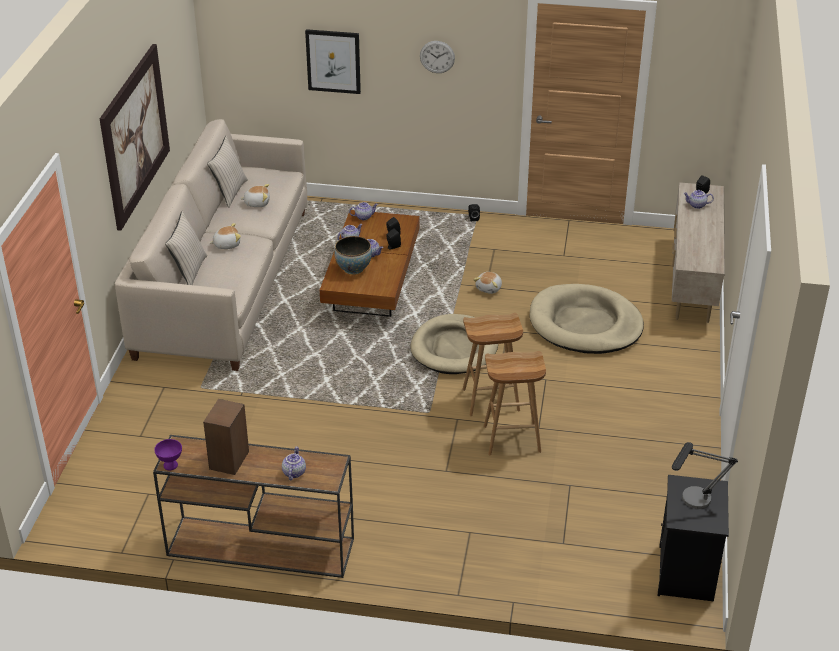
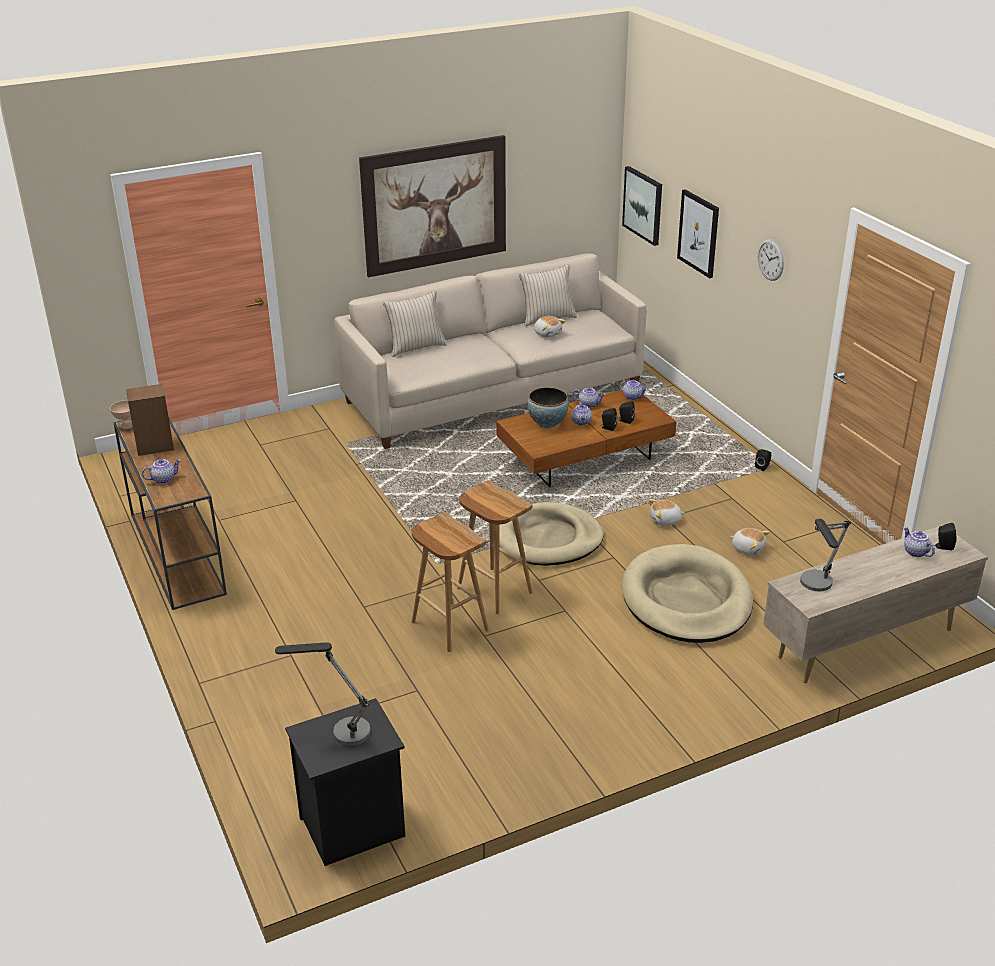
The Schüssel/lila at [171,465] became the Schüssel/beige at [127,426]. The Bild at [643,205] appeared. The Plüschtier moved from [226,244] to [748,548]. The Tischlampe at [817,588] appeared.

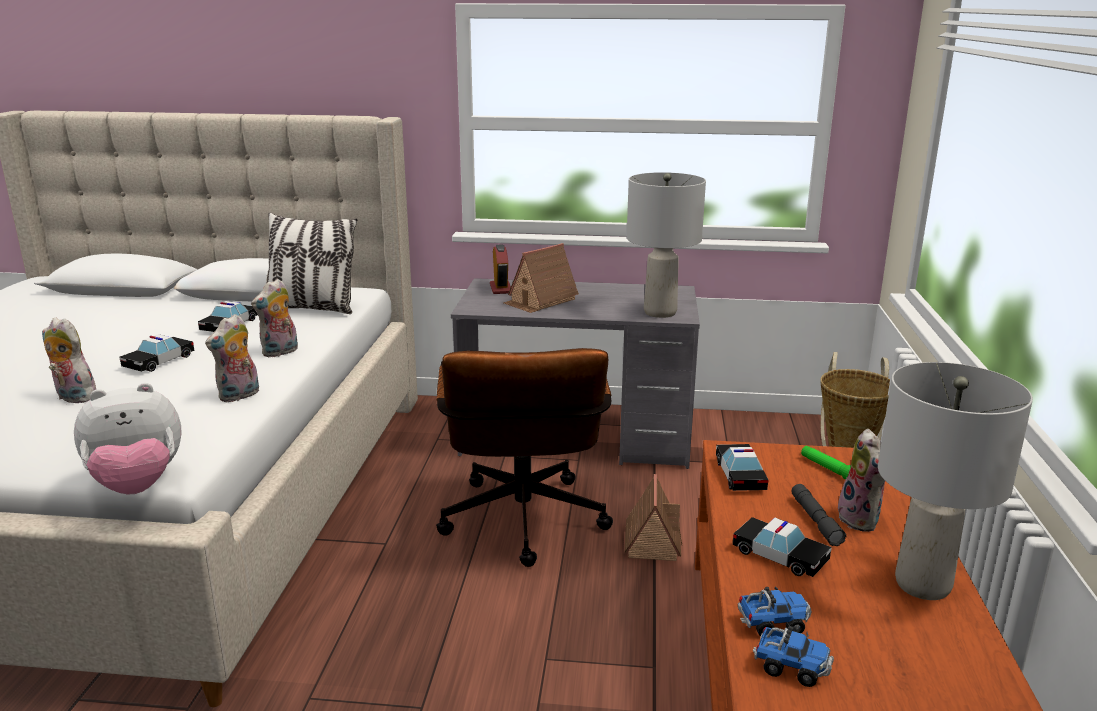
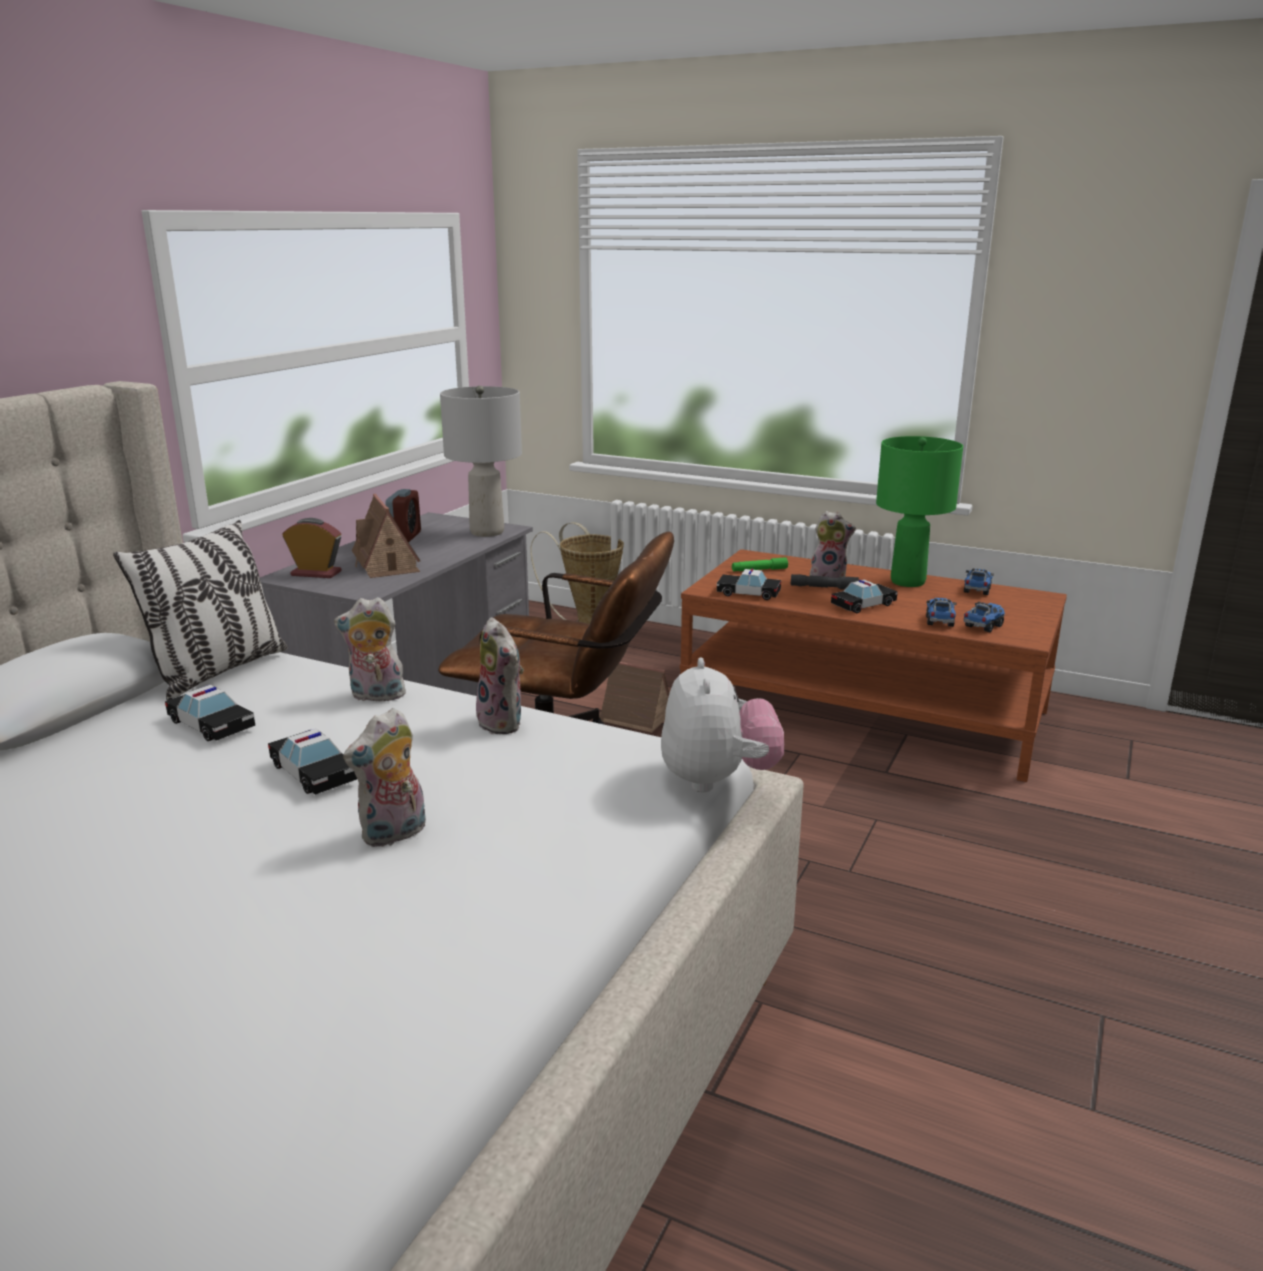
The Plüschtier at [280,352] turned 120 degrees clockwise. The Wecker at [405,537] appeared. The Tischlampe/grau at [923,585] became the Tischlampe/grün at [908,582]. The Spielzeuglaster at [977,590] appeared.

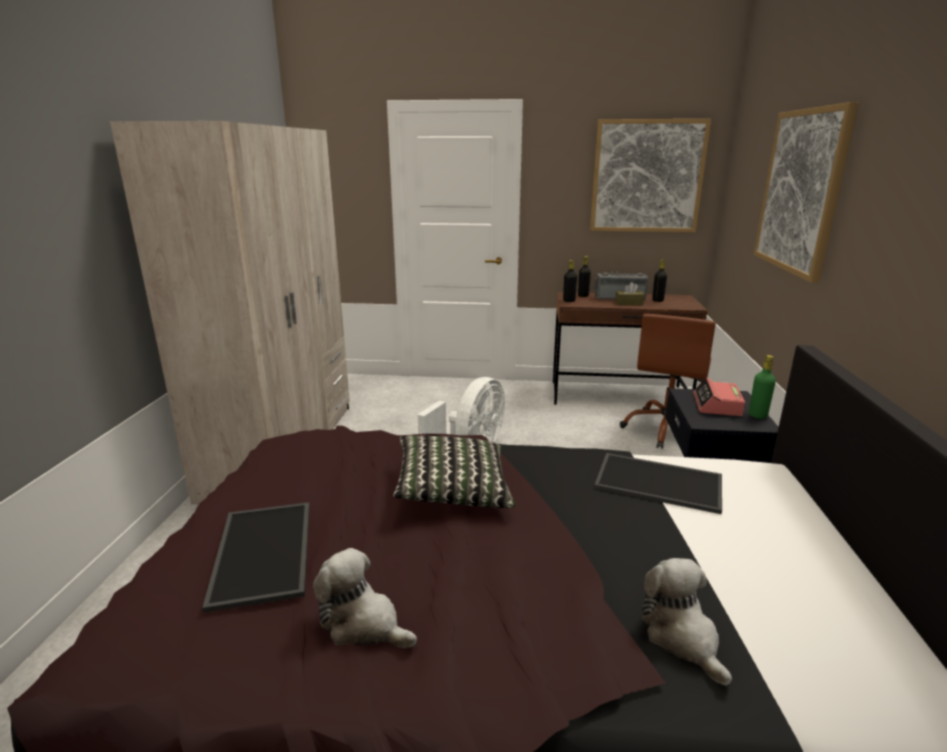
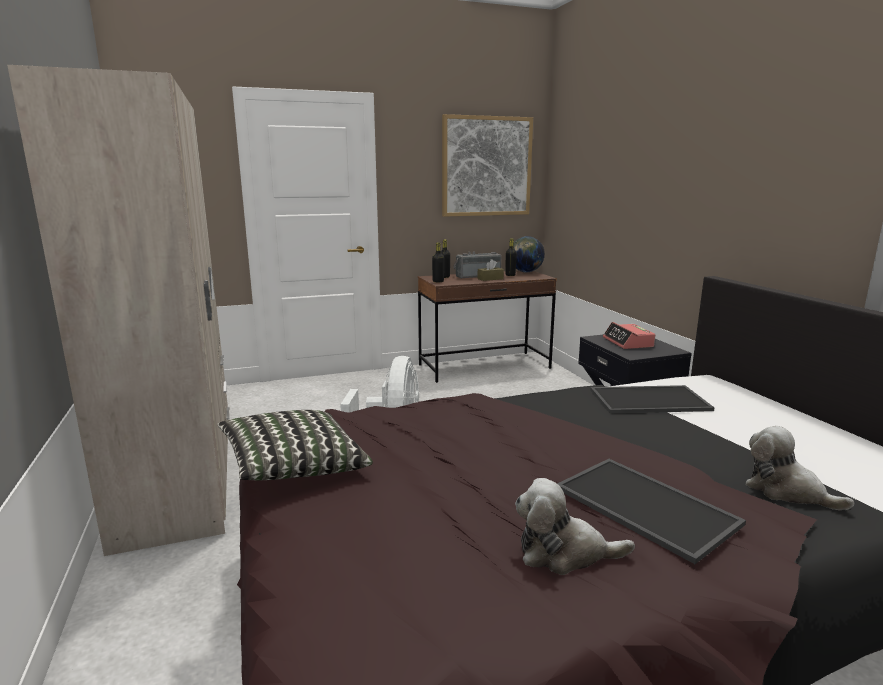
The Kissen moved from [453,490] to [294,467]. The Globus at [525,272] appeared. The Tablett moved from [265,553] to [648,506]. The Bürostuhl/braun at [666,429] disappeared. The Flasche/grün at [757,415] disappeared. The Bild at [801,191] disappeared.

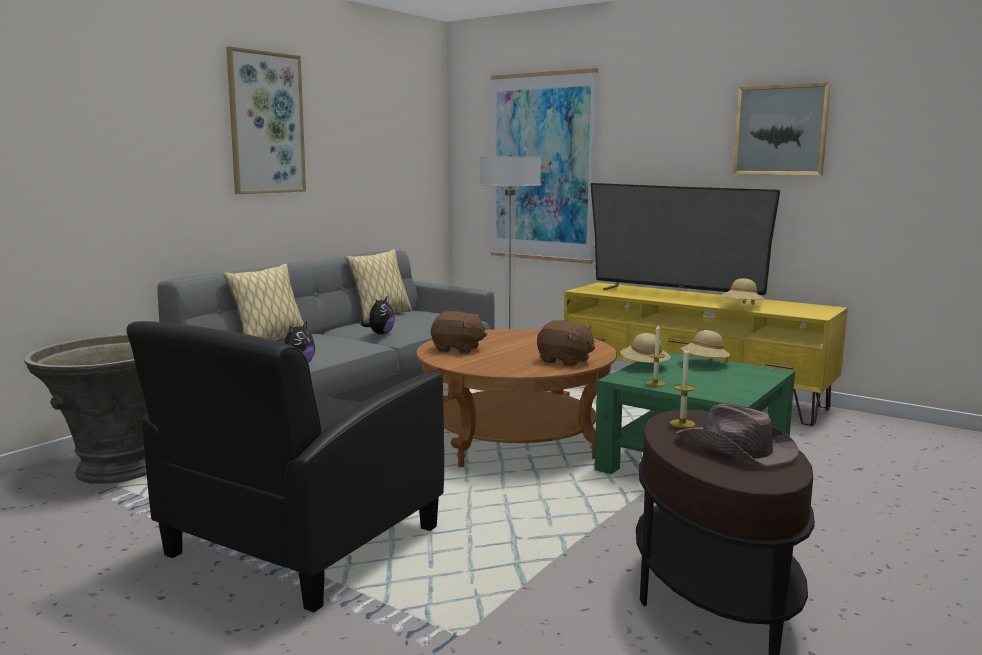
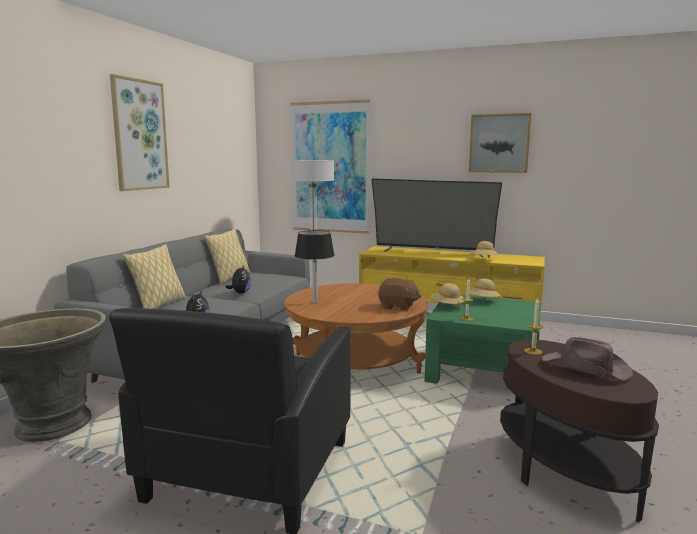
The Plüschtier/braun at [458,349] was replaced by the Tischlampe/schwarz at [315,303].

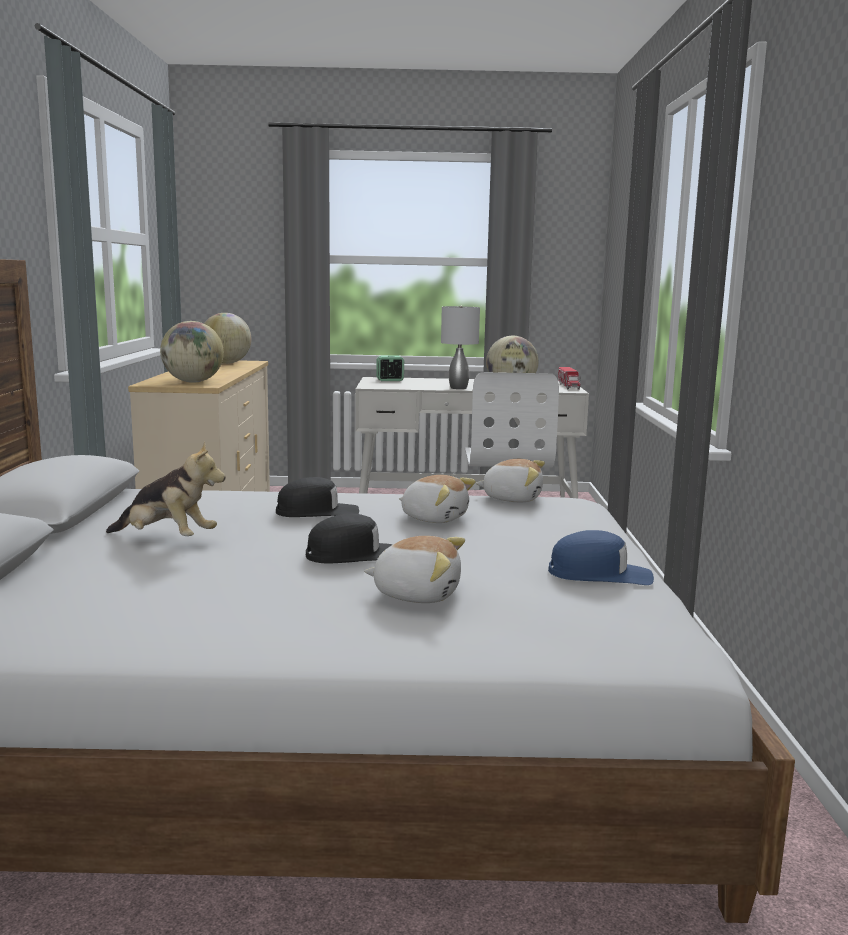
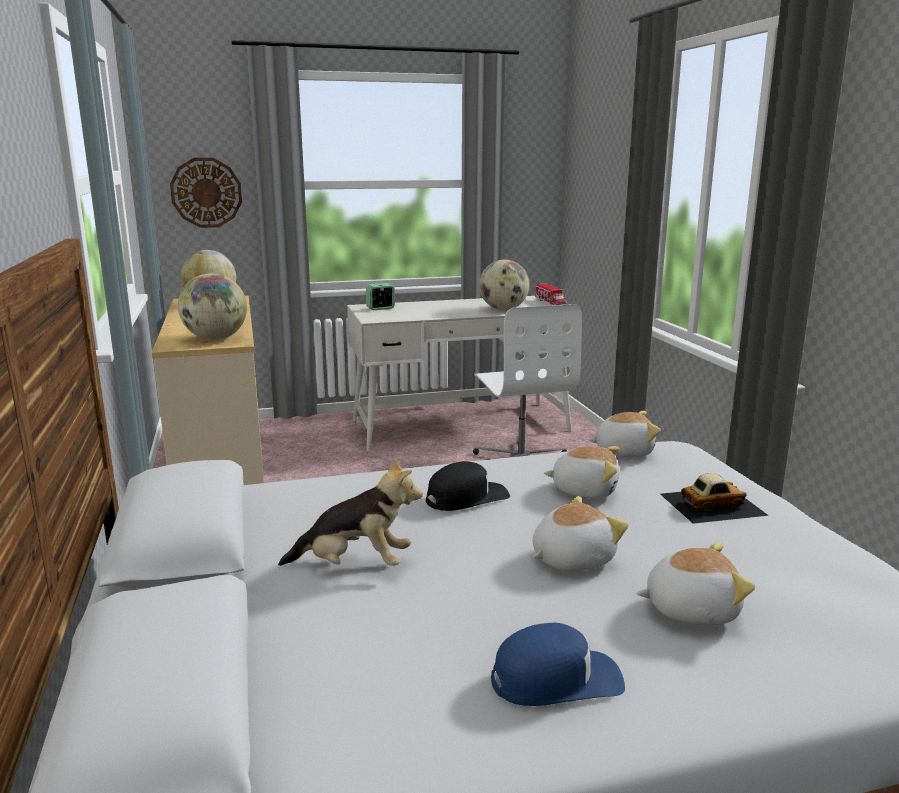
The Wanduhr at [206,192] appeared. The Kappe/blau moved from [600,574] to [556,679]. The Kappe/schwarz at [355,555] was replaced by the Plüschtier at [571,559]. The Spielzeugauto at [711,504] appeared. The Tischlampe/grau at [458,388] disappeared.

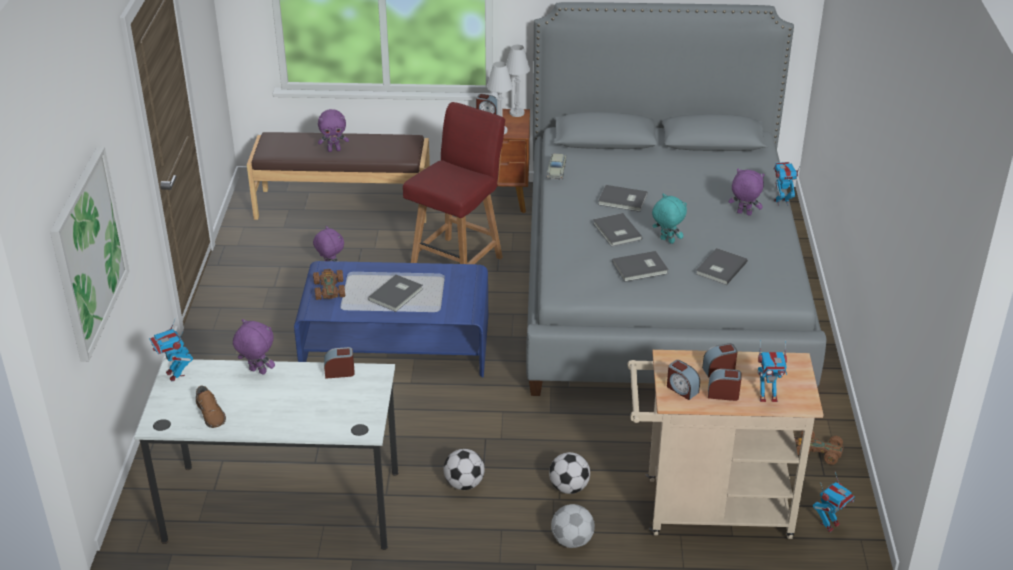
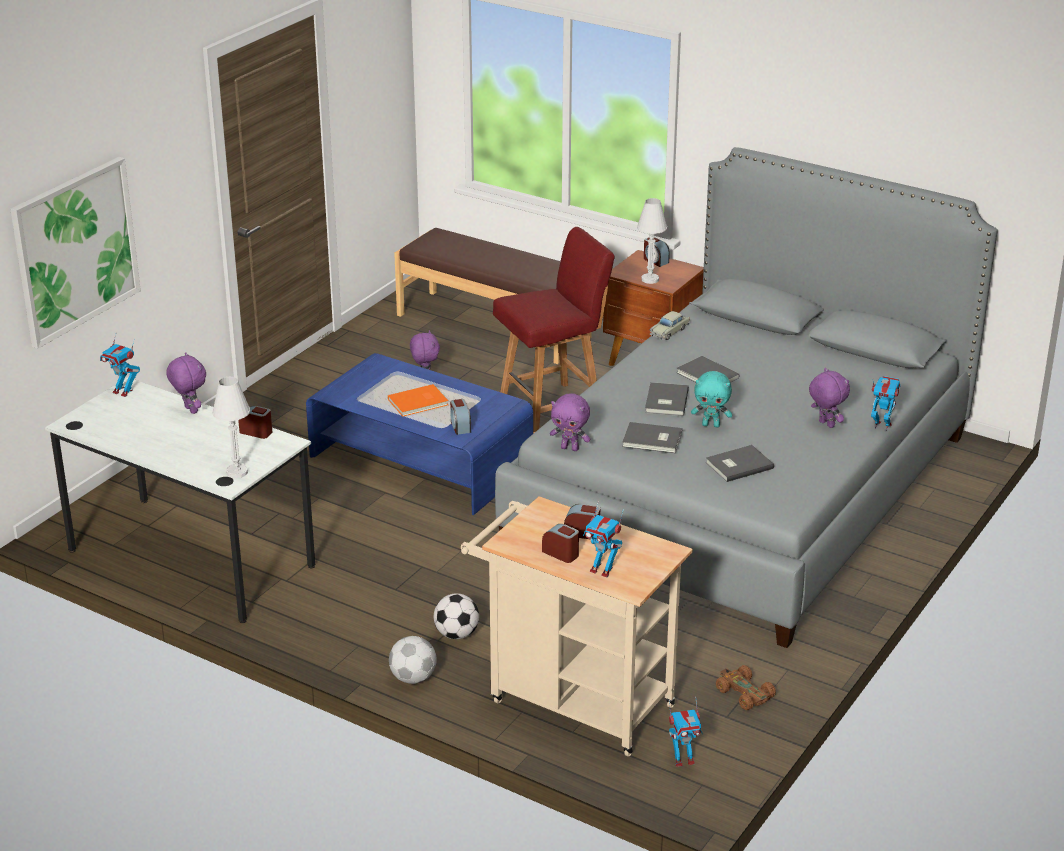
The Spielzeugroboter at [175,374] turned 60 degrees counterclockwise. The Tischlampe/weiß moved from [517,113] to [237,472]. The Buch/grau at [397,294] became the Buch/orange at [419,402]. The Wecker moved from [681,389] to [460,426]. The Plüschtier/lila moved from [334,150] to [570,448]. The Plüschtier/türkis at [666,241] turned 120 degrees clockwise. The Schuh/braun at [211,413] disappeared. The Spielzeugauto/braun at [329,289] disappeared. The Fußball at [464,484] disappeared.

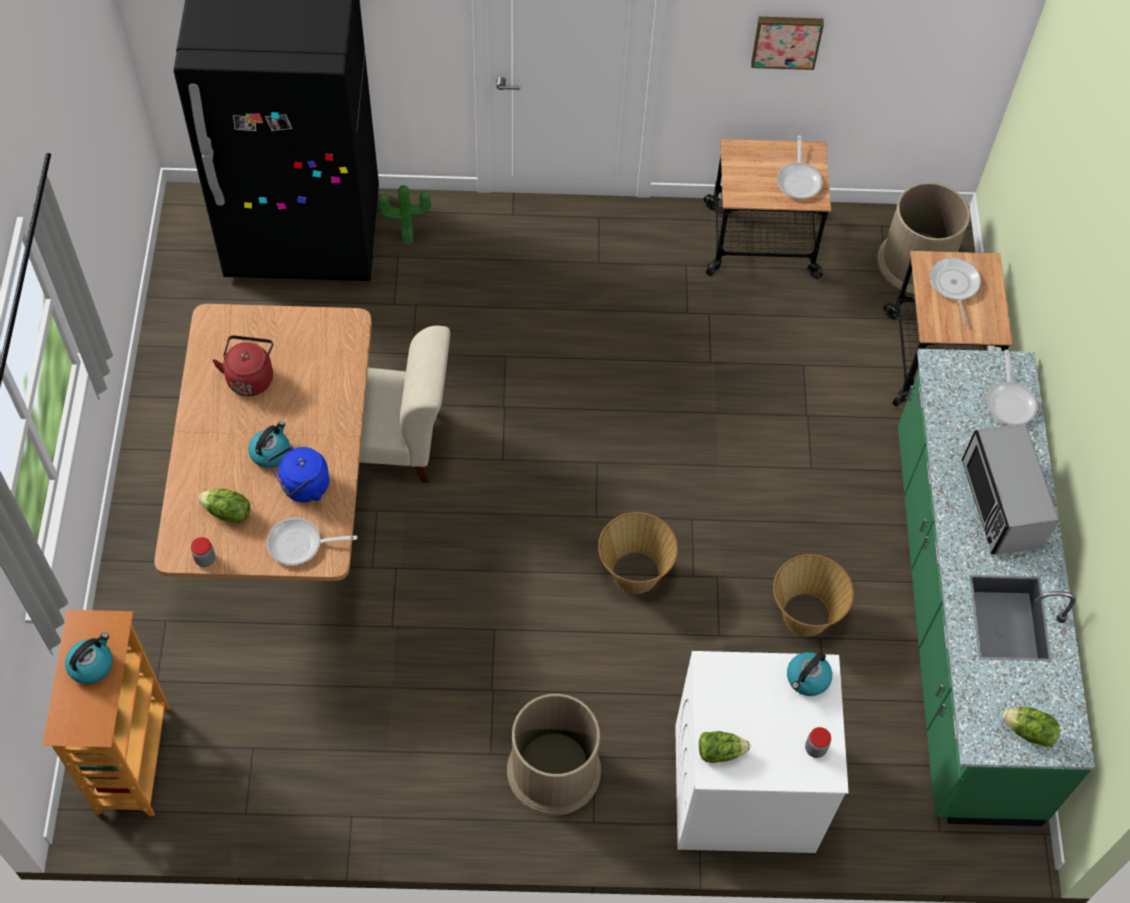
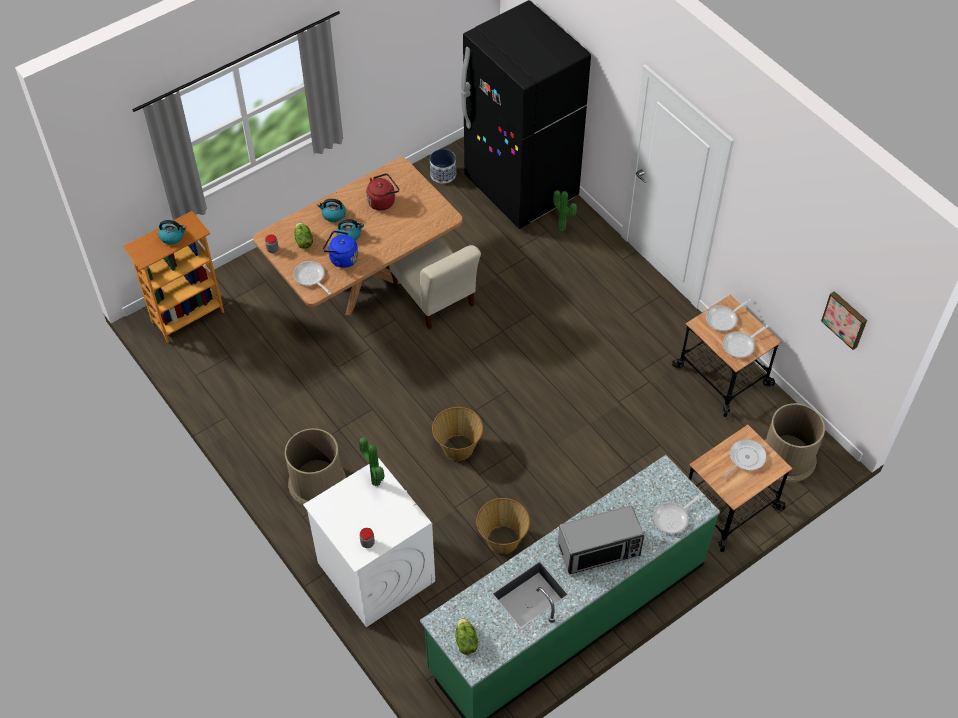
The Wasserkessel moved from [807,679] to [333,215]. The Topfpflanze at [374,483] appeared. The Pflanzkübel at [443,174] appeared. The Mikrowelle at [1000,504] turned 150 degrees counterclockwise. The Pfanne at [724,319] appeared. The Bild moved from [786,40] to [845,319]. The Salatkopf at [720,751] disappeared.

